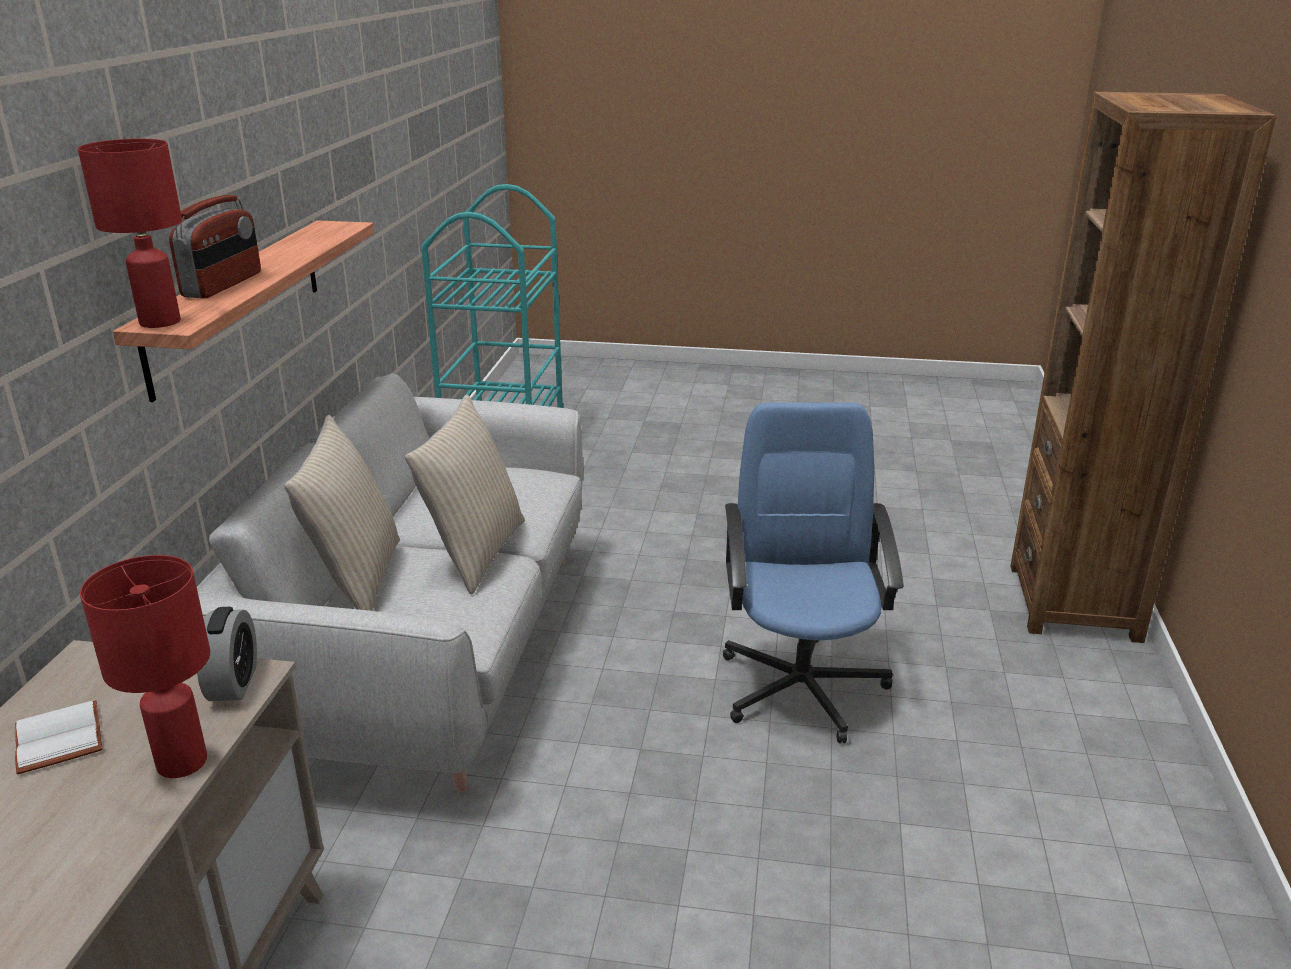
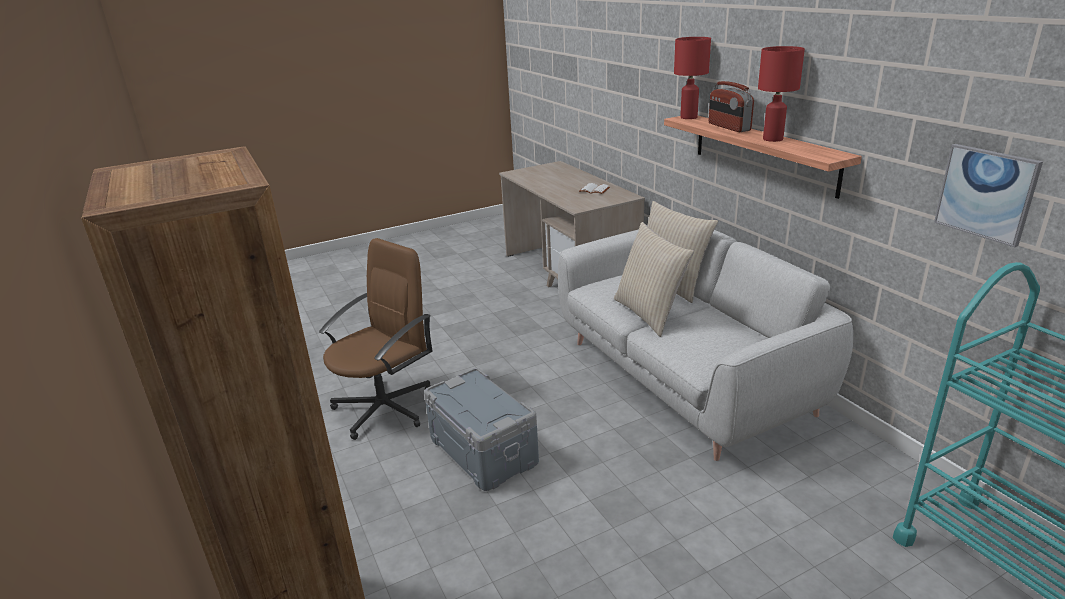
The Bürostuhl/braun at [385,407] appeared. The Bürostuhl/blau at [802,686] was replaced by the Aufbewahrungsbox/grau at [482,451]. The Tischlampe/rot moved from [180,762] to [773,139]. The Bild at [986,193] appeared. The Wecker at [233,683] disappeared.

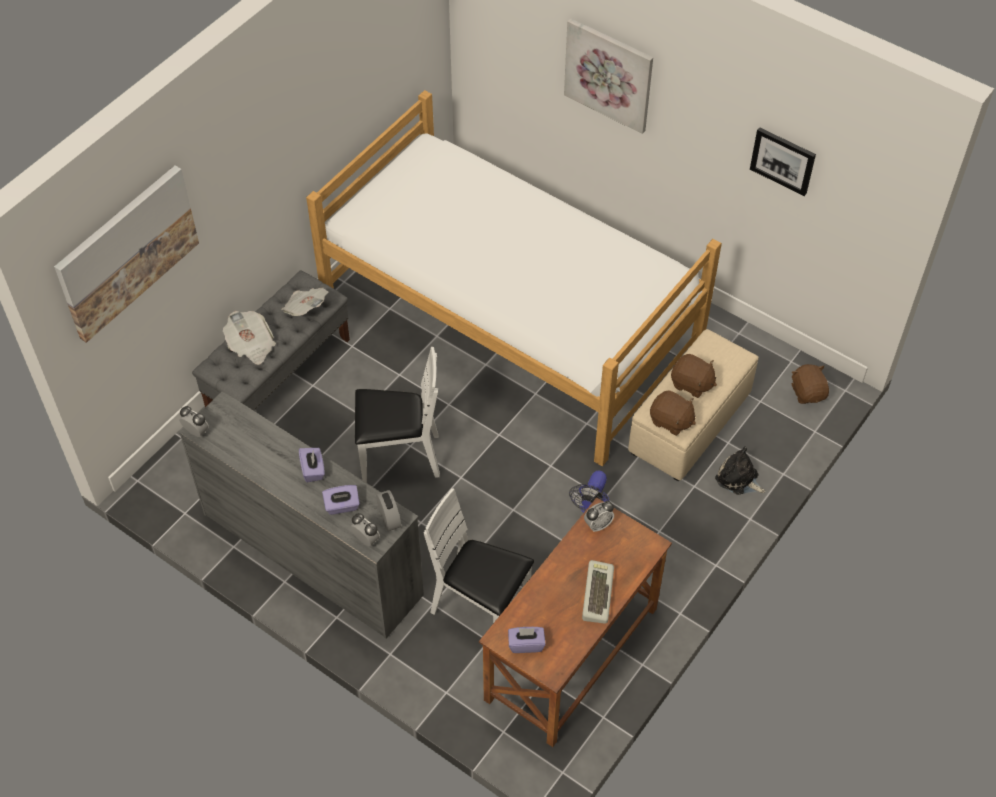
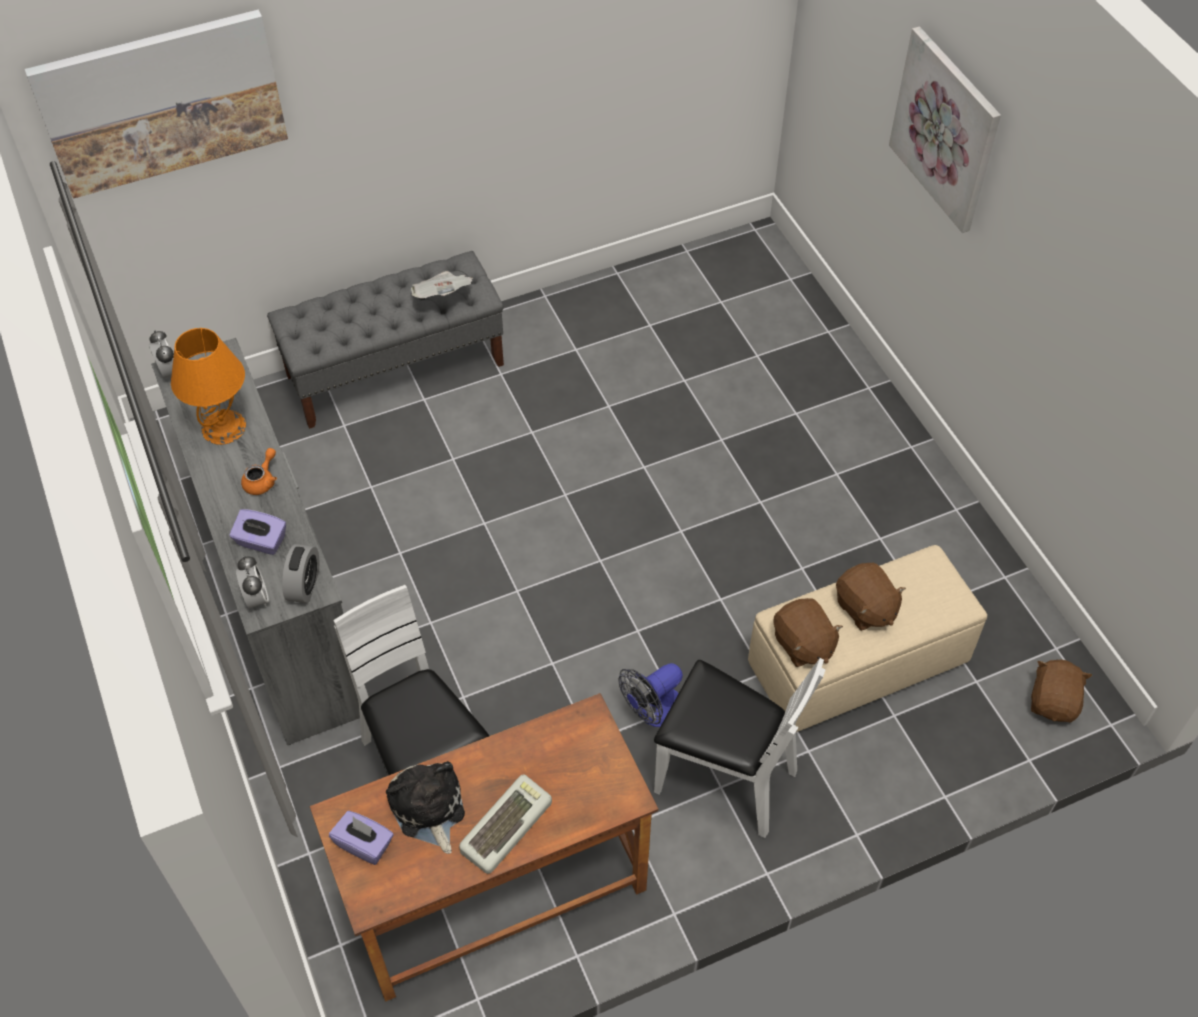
The Tischlampe/orange at [223,427] appeared. The Taschentuchbox/lila at [313,470] was replaced by the Teekanne/orange at [262,480]. The Plüschtier moved from [738,479] to [428,810]. The Stuhl/weiß moved from [399,457] to [725,778]. The Zeitung at [251,345] disappeared. The Bett at [510,321] disappeared. The Wecker at [598,525] disappeared. The Bild at [783,160] disappeared.

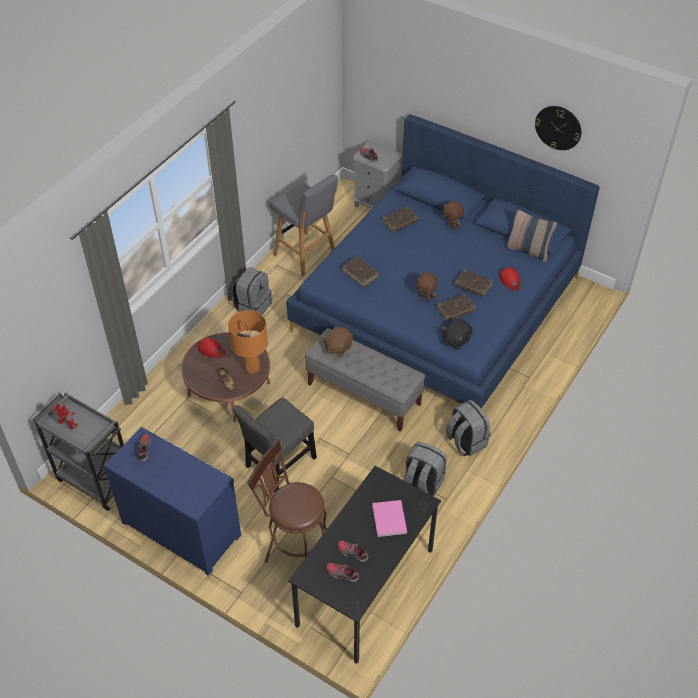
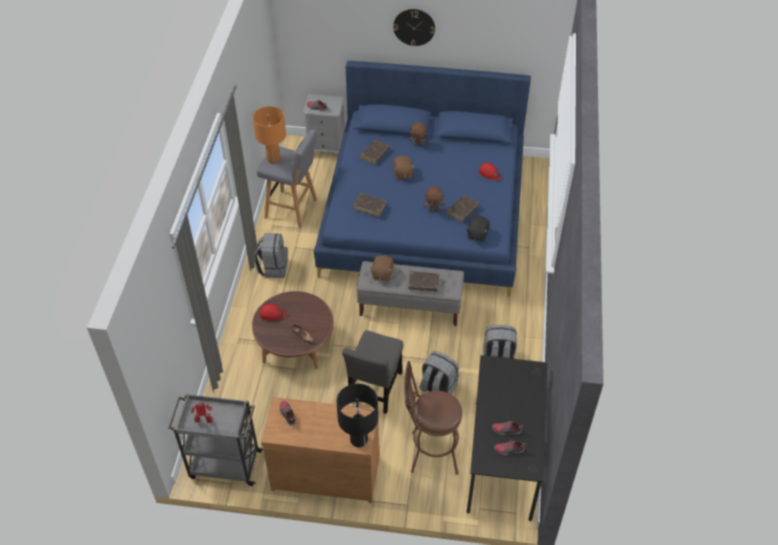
The Tischlampe/orange moved from [252,368] to [273,158]. The Kommode/blau at [182,526] became the Kommode/braun at [325,472]. The Tischlampe/schwarz at [358,440] appeared. The Wanduhr moved from [558,127] to [414,27]. The Plüschtier/braun at [402,173] appeared. The Buch/braun moved from [473,286] to [423,284]. The Rucksack/grau moved from [465,442] to [437,388]. The Buch/rosa at [390,518] disappeared. The Kissen at [527,250] disappeared.

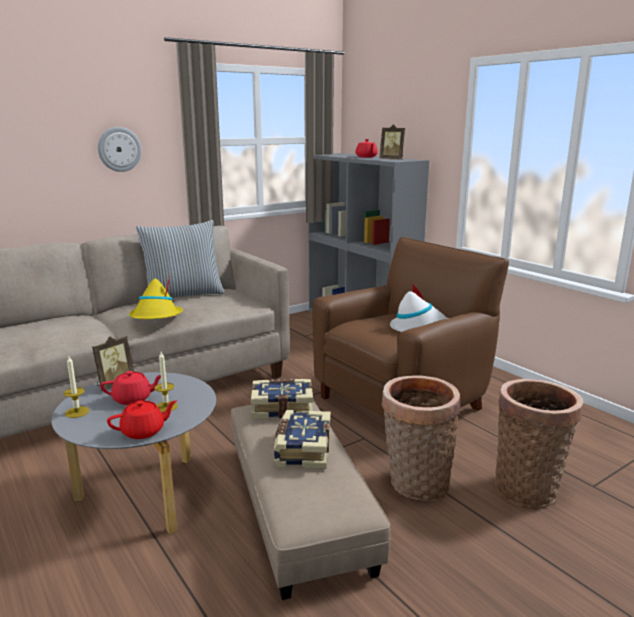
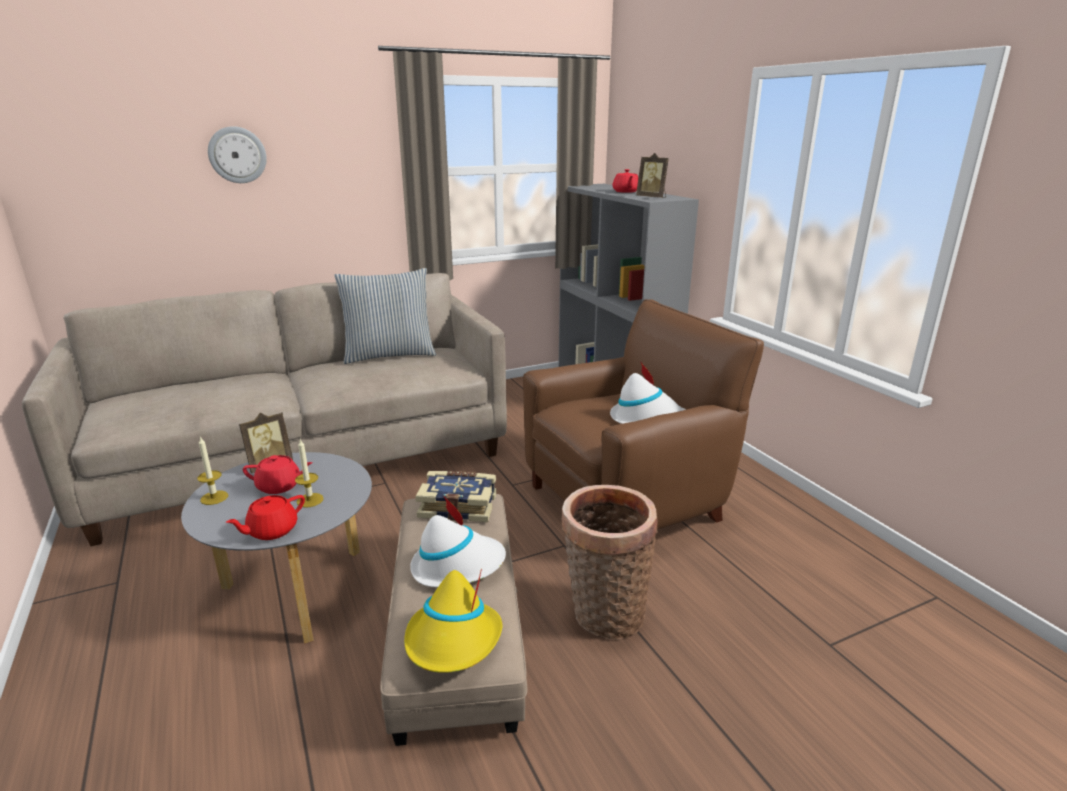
The Wanduhr moved from [119,149] to [237,155]. The Teekanne/rot at [144,431] turned 150 degrees clockwise. The Hut/gelb moved from [156,317] to [453,641]. The Buch at [302,450] was replaced by the Hut/weiß at [458,565]. The Korb at [528,488] disappeared.

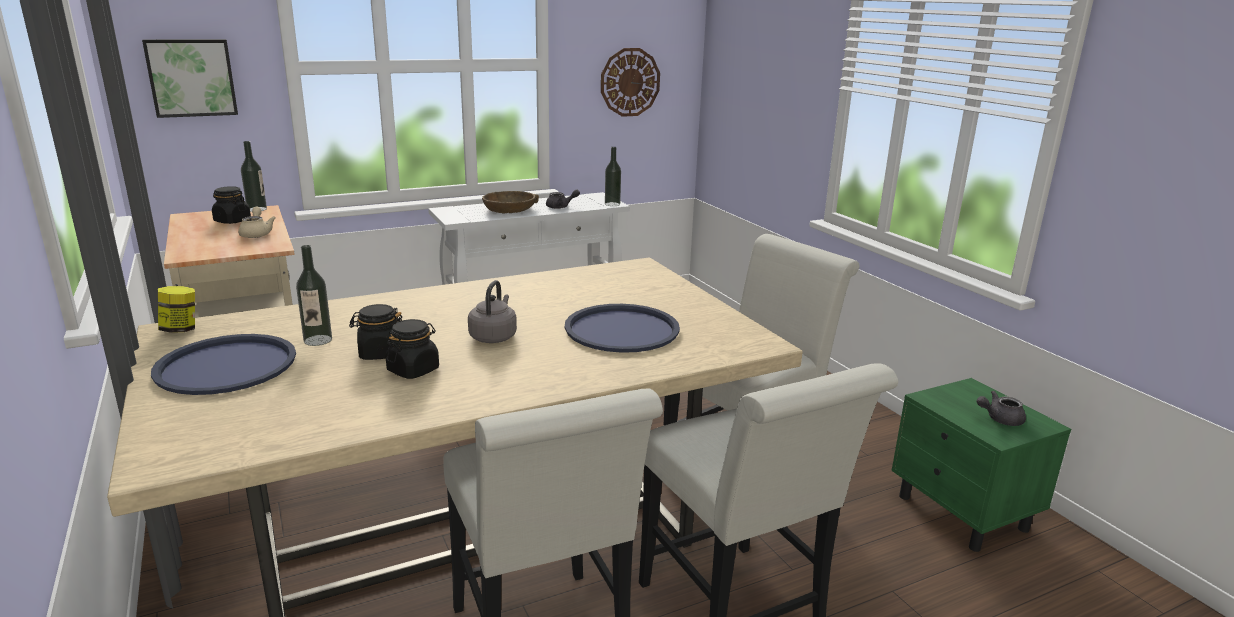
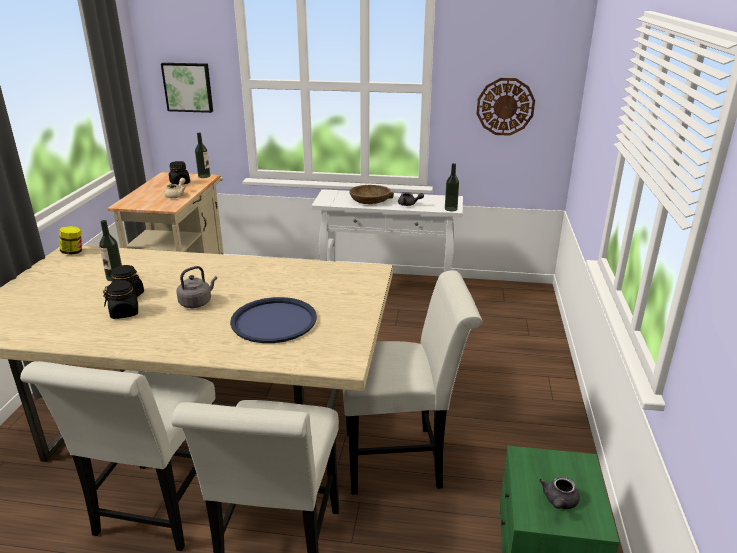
The Teekanne/grau at [999,419] turned 90 degrees counterclockwise. The Tablett/blau at [226,366] disappeared.

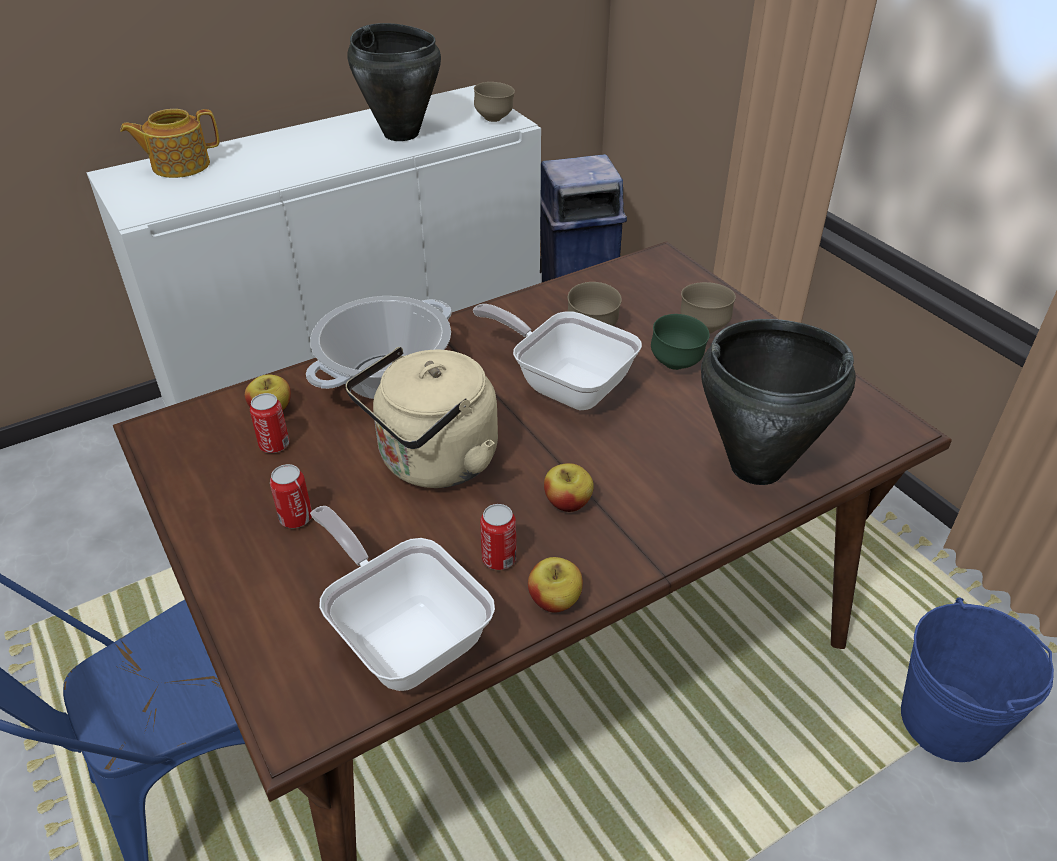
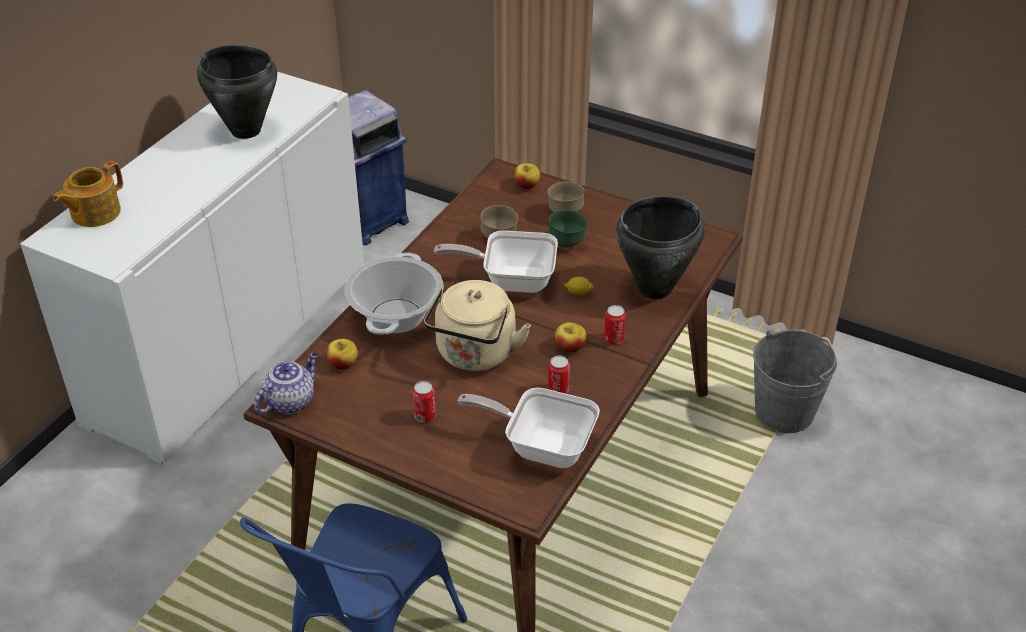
The Teekanne at [290,401] appeared. The Apfel moved from [554,600] to [526,185]. The Zitrone at [578,292] appeared. The Dose moved from [274,445] to [613,339]. The Eimer/blau at [946,721] became the Eimer/grau at [784,412]. The Schüssel/braun at [494,119] disappeared.

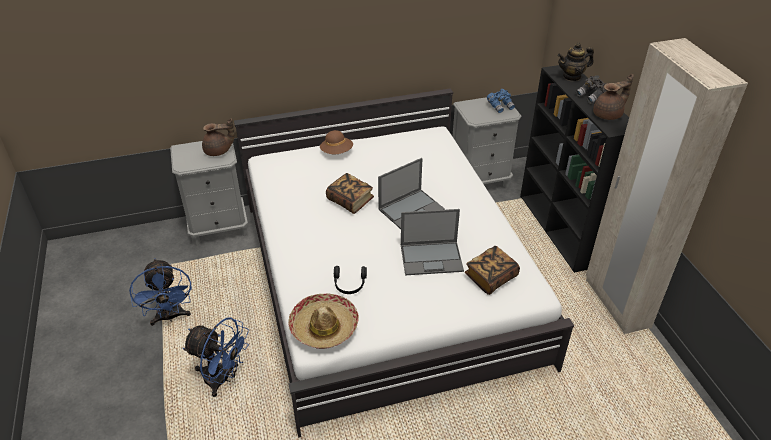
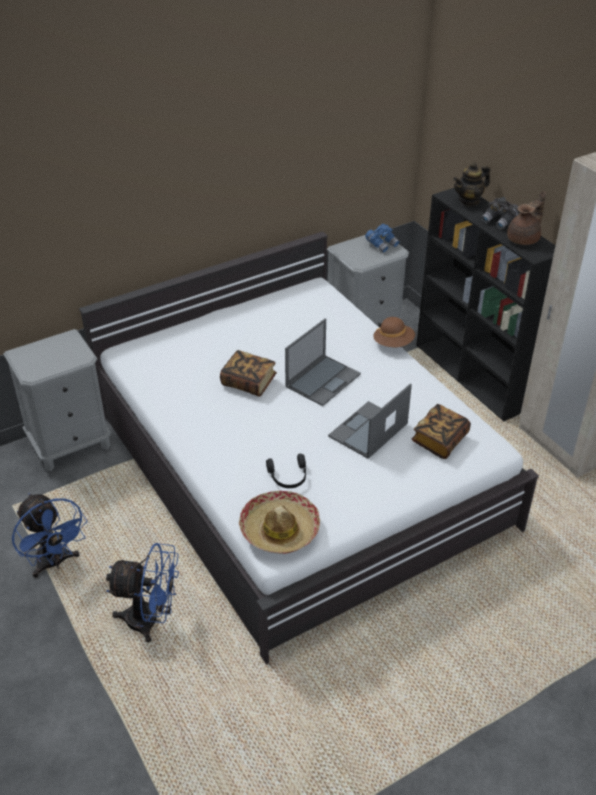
The Laptop at [432,258] turned 150 degrees clockwise. The Hut/braun moved from [337,152] to [393,343]. The Teekanne/braun at [218,151] disappeared.

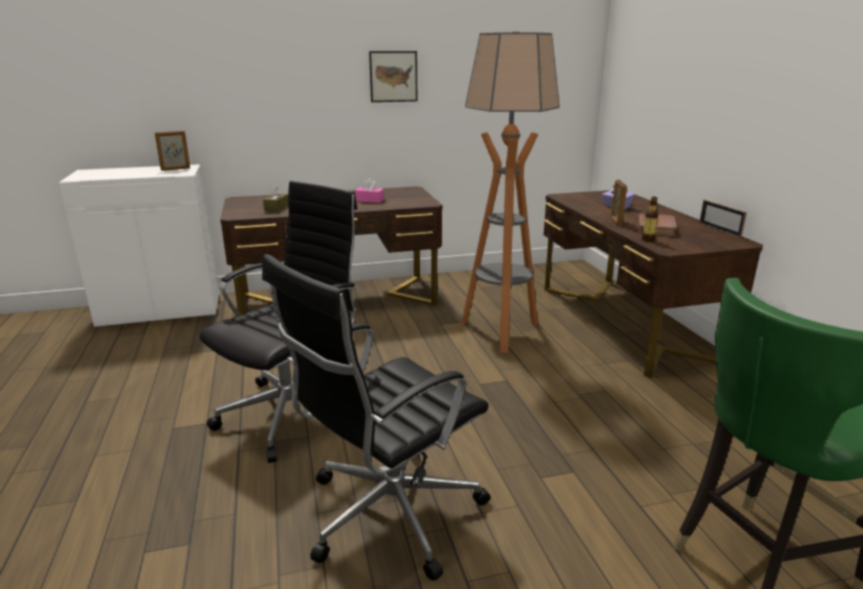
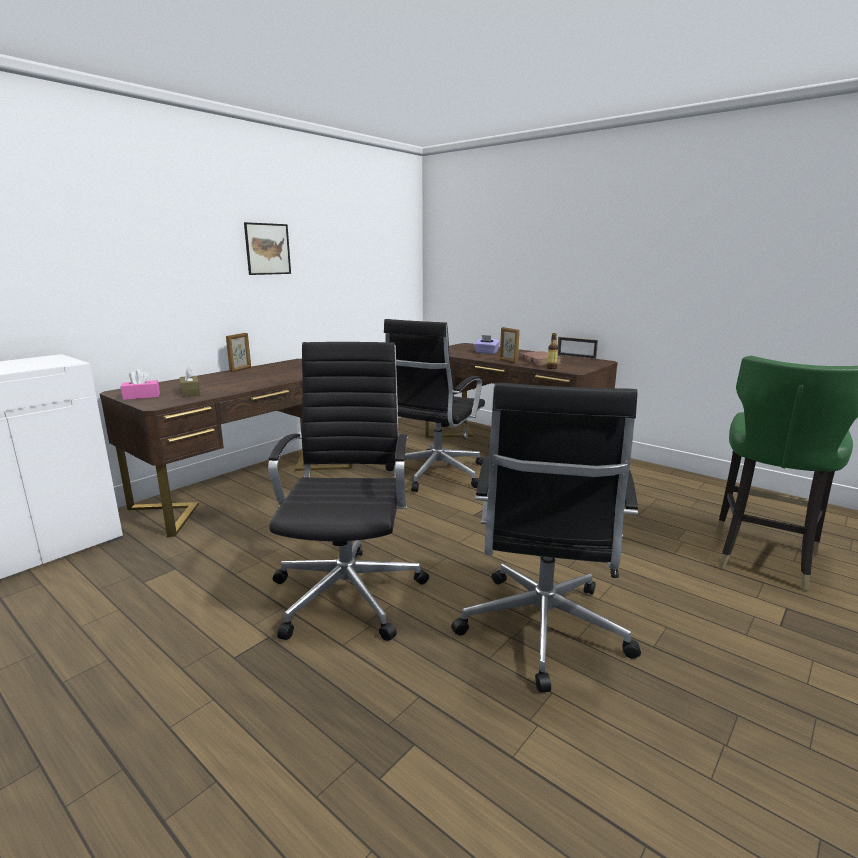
The Taschentuchbox/rosa moved from [369,200] to [141,396]. The Bilderrahmen moved from [176,169] to [241,369]. The Stehlampe at [500,332] was replaced by the Bürostuhl/schwarz at [435,474].

